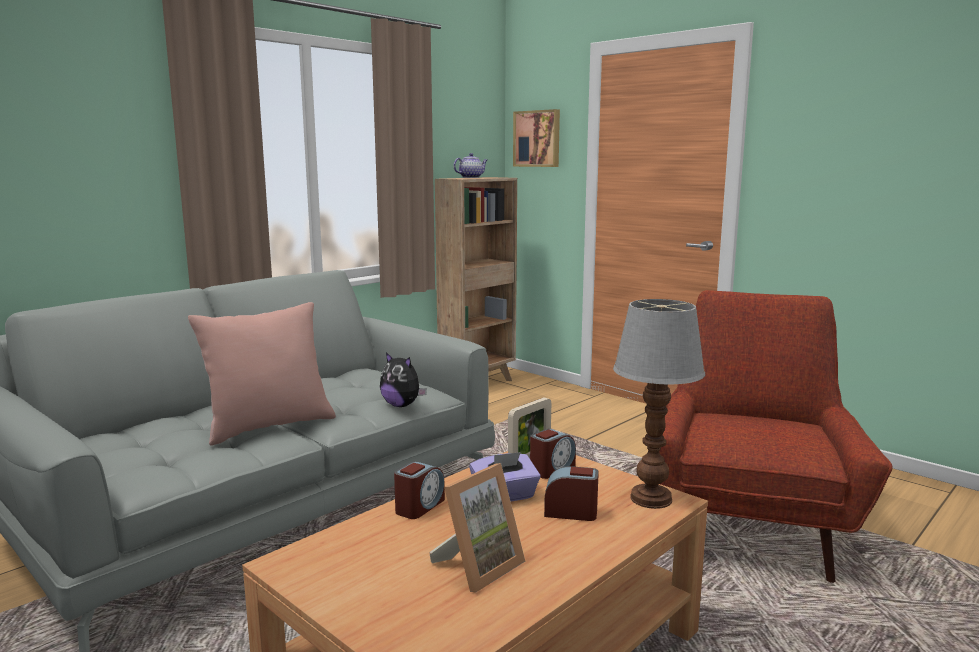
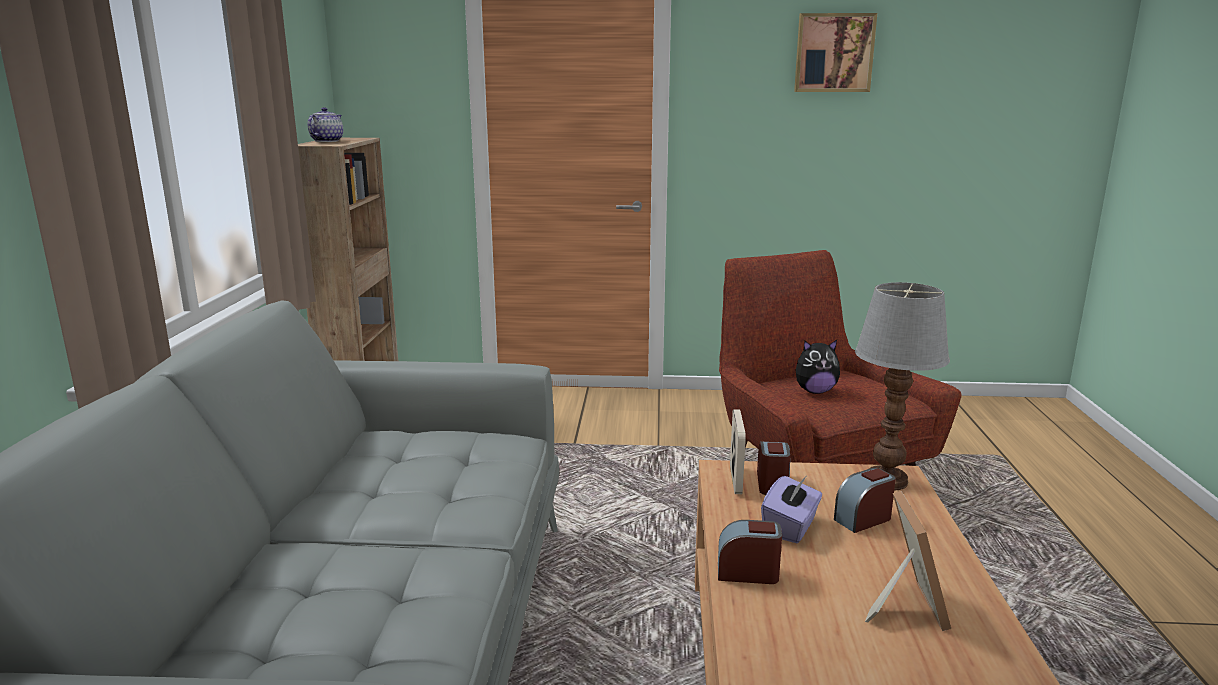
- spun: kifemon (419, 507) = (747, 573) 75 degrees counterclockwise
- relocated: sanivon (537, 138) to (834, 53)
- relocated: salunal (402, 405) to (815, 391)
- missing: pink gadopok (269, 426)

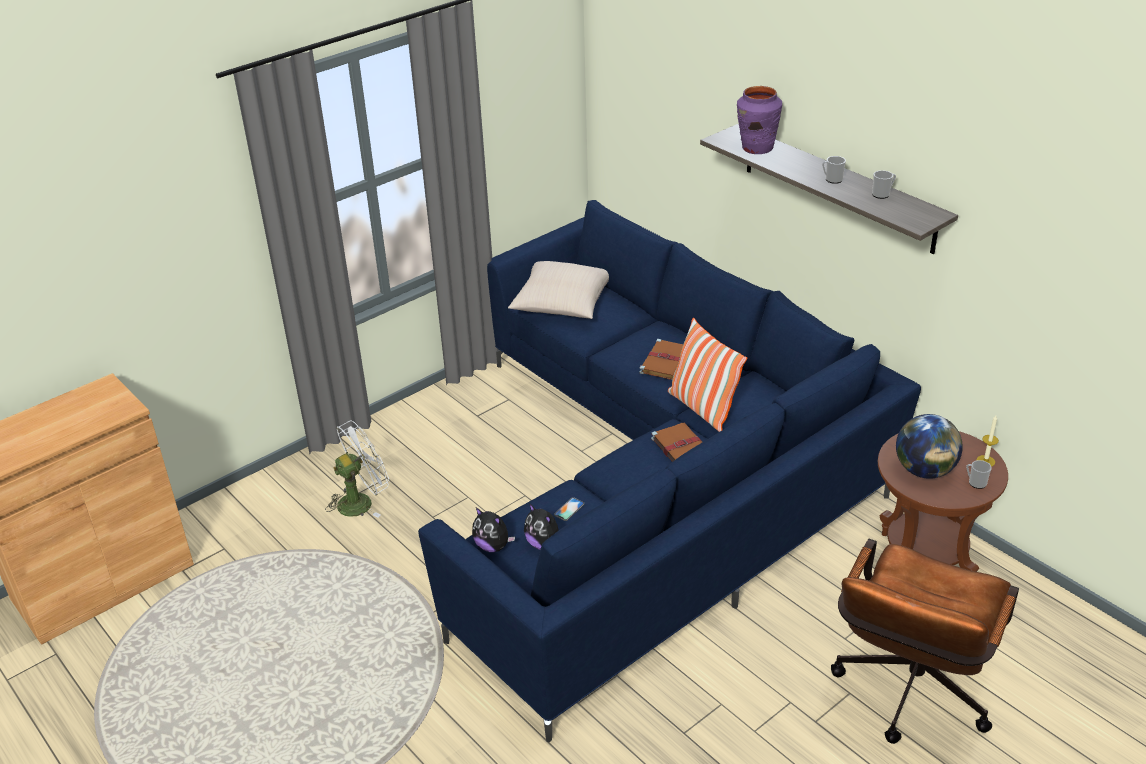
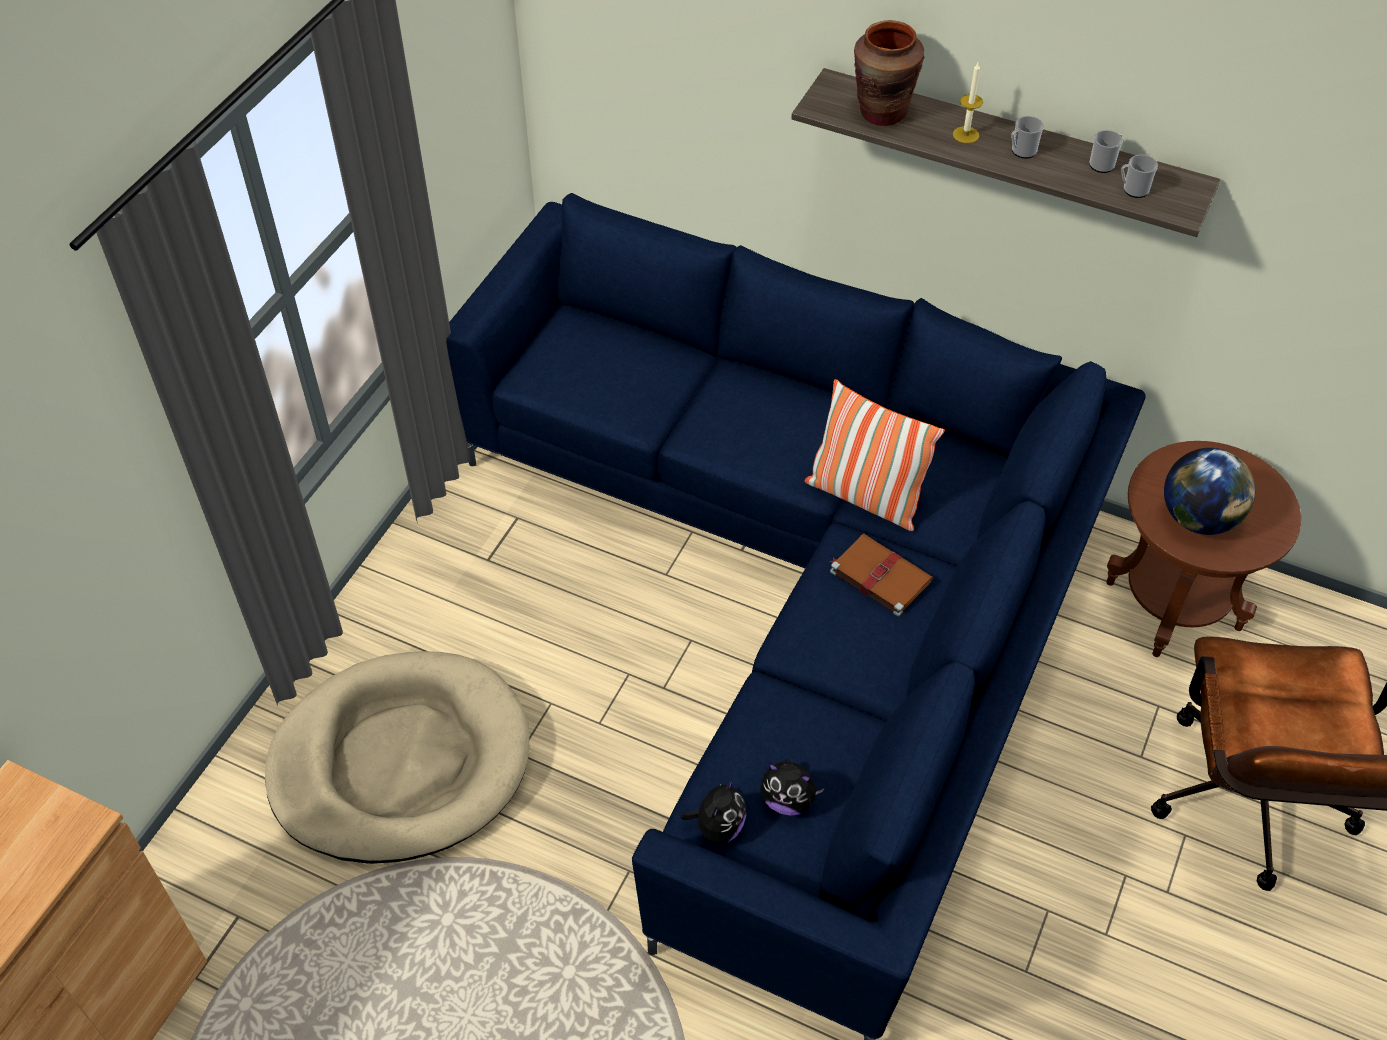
- exchanged: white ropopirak (361, 501) to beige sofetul (401, 762)
- spun: salunal (493, 546) = (718, 827) 75 degrees counterclockwise
- colour: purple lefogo (757, 148) to brown lefogo (882, 112)
- relocated: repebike (985, 461) to (966, 135)
- relocated: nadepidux (975, 482) to (1133, 189)
- missing: beige gadopok (563, 303)
- missing: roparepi (569, 509)
- missing: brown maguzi (665, 361)

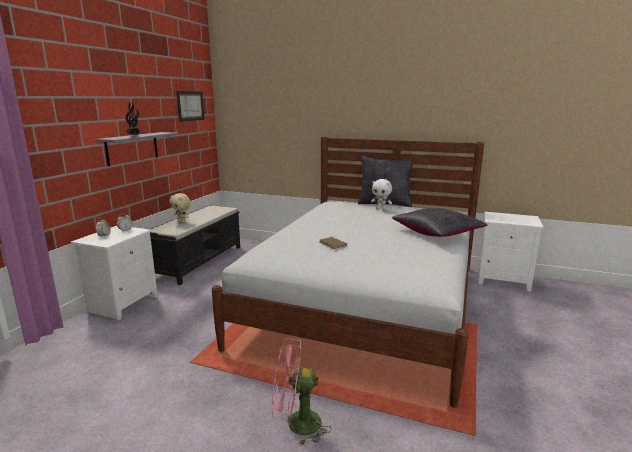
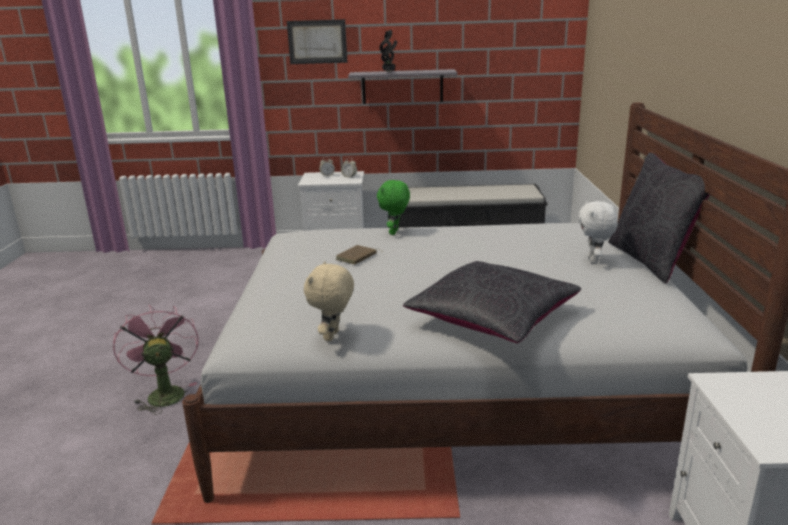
- relocated: sanivon (190, 106) to (317, 42)
- relocated: beige salunal (182, 222) to (333, 336)
- appeared: green salunal (395, 232)

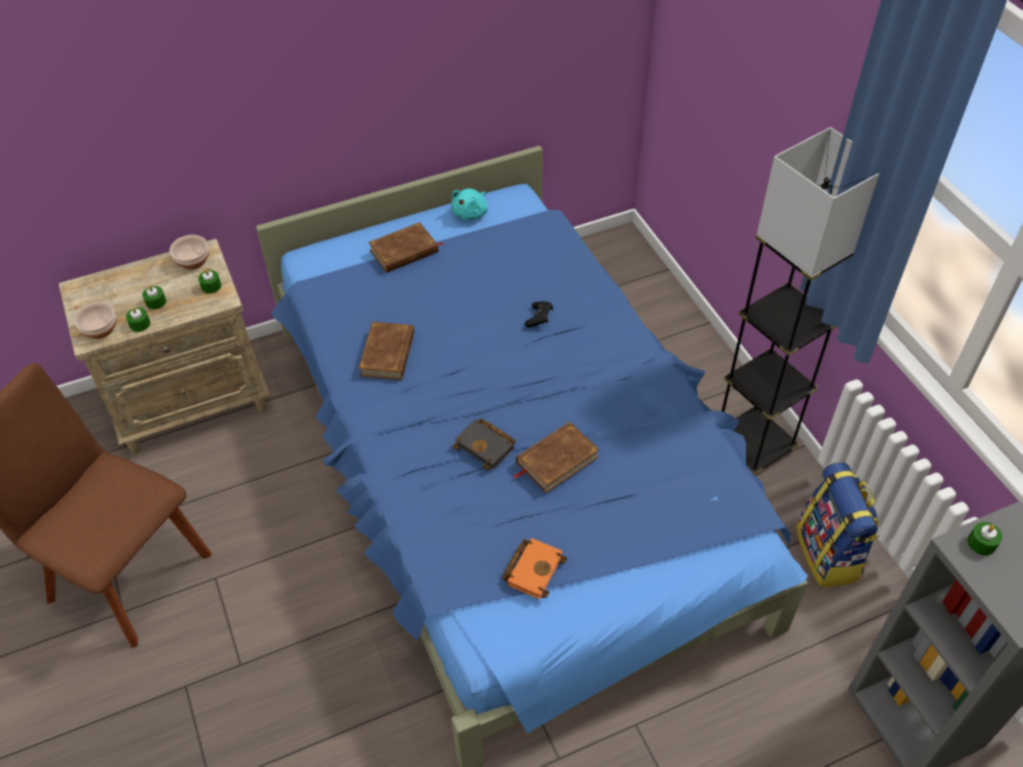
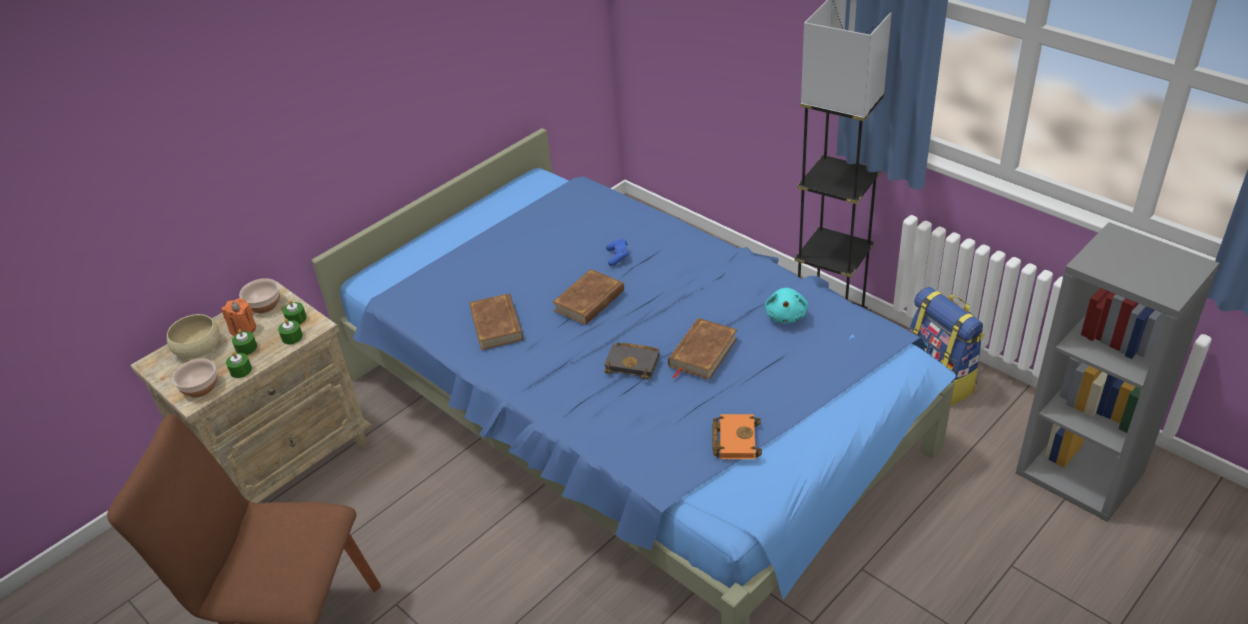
- appeared: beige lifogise (198, 347)
- appeared: orange repebike (243, 329)
- relocated: green repebike (981, 543) to (292, 337)
- relocated: brown maguzi (404, 251) to (590, 301)
- colour: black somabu (539, 318) to blue somabu (618, 257)
- relocated: turquoise salunal (471, 213) to (786, 315)

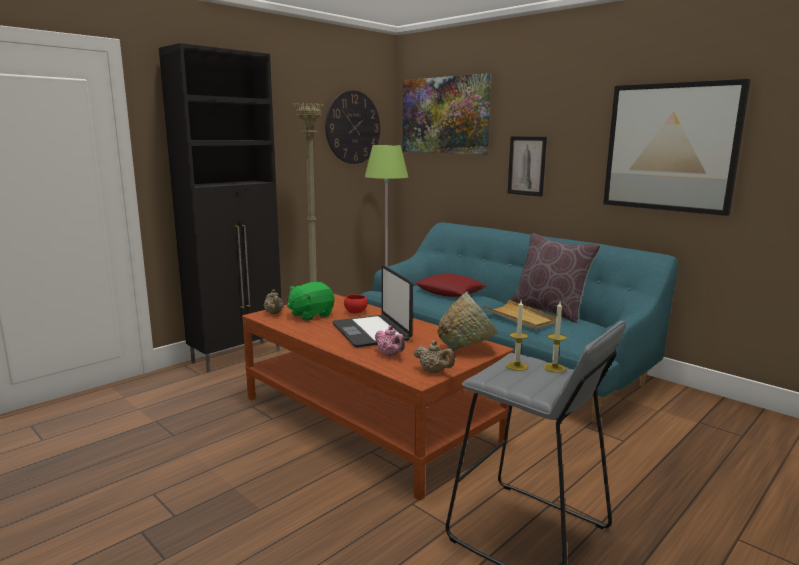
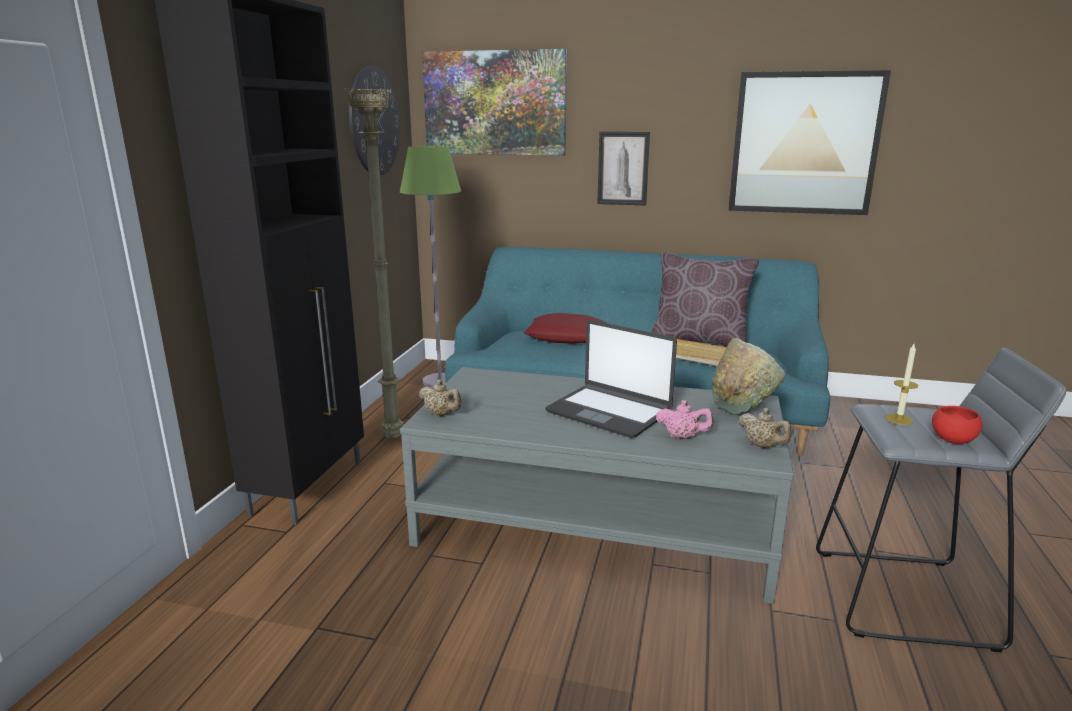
- colour: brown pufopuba (368, 419) to grey pufopuba (596, 524)
- spun: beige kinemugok (434, 371) = (762, 446) 45 degrees clockwise
- relocated: red lifogise (355, 312) to (953, 440)
- missing: green salunal (310, 315)
- missing: repebike (554, 368)

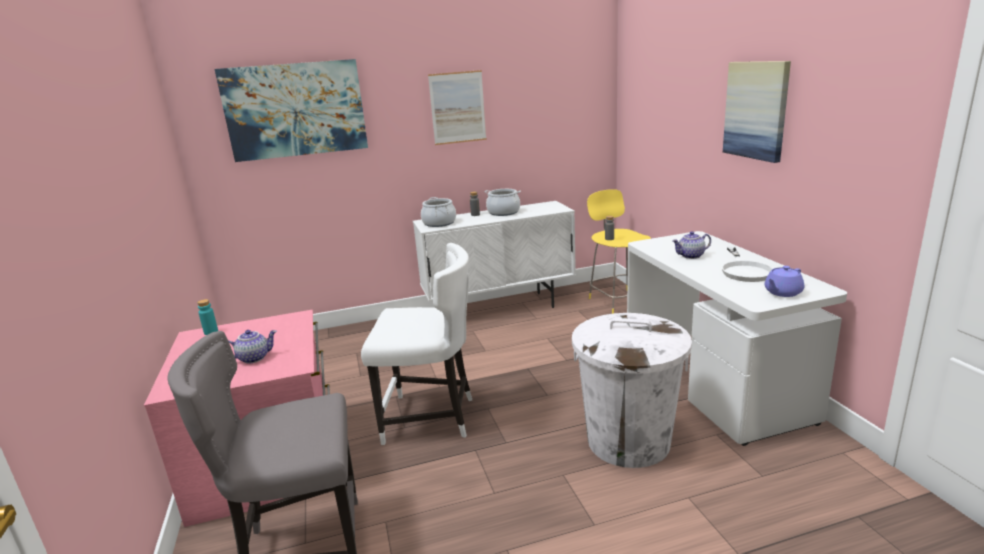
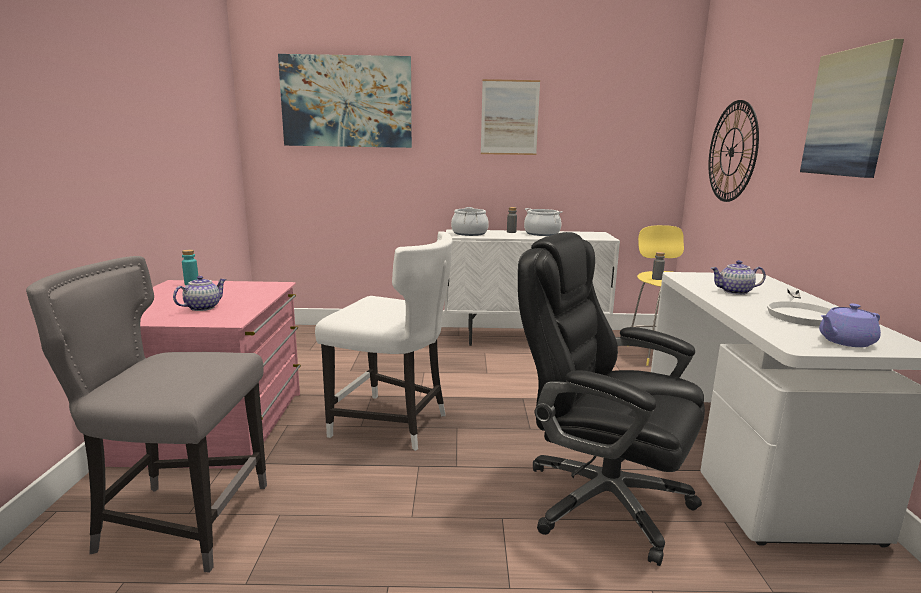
- spun: kinemugok (254, 358) = (202, 307) 45 degrees counterclockwise
- exchanged: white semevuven (628, 441) to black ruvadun (602, 500)
- appeared: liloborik (732, 152)

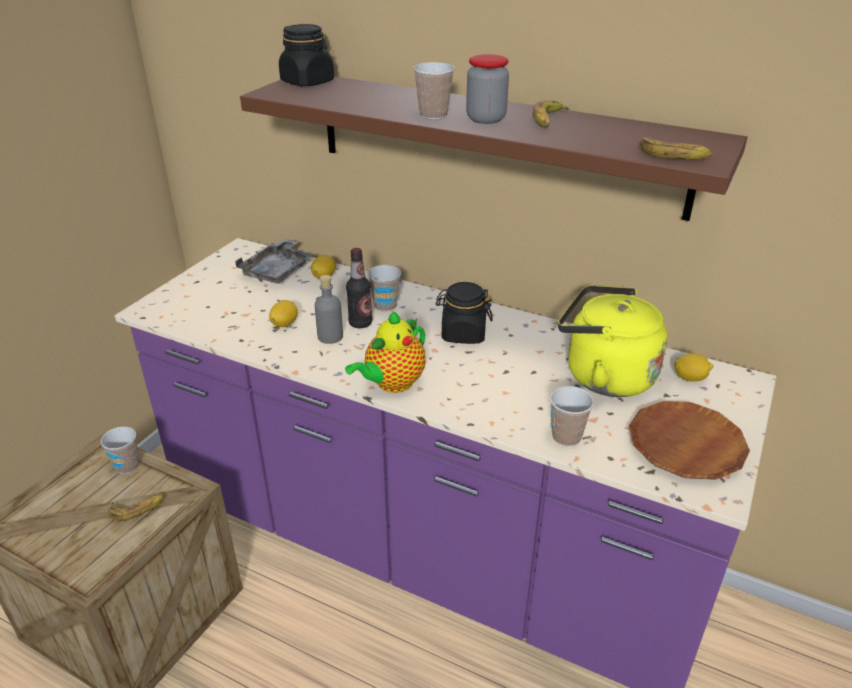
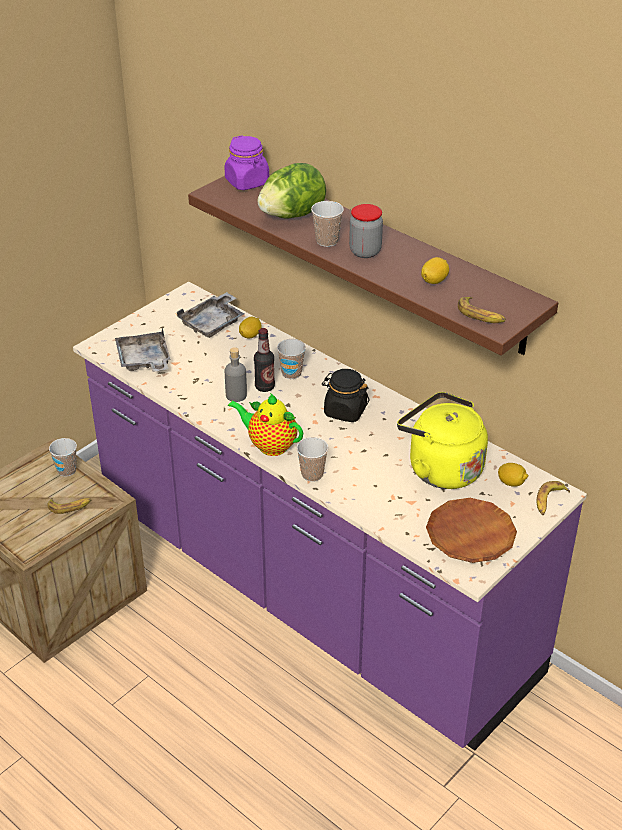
- appeared: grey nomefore (144, 361)
- colour: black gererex (308, 82) to purple gererex (247, 182)
- spun: kinemugok (392, 384) = (269, 445) 60 degrees clockwise
- appeared: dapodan (292, 215)
- relocated: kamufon (566, 437) to (312, 474)
- relocated: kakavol (285, 323) to (434, 280)
- relocated: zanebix (548, 120) to (549, 501)

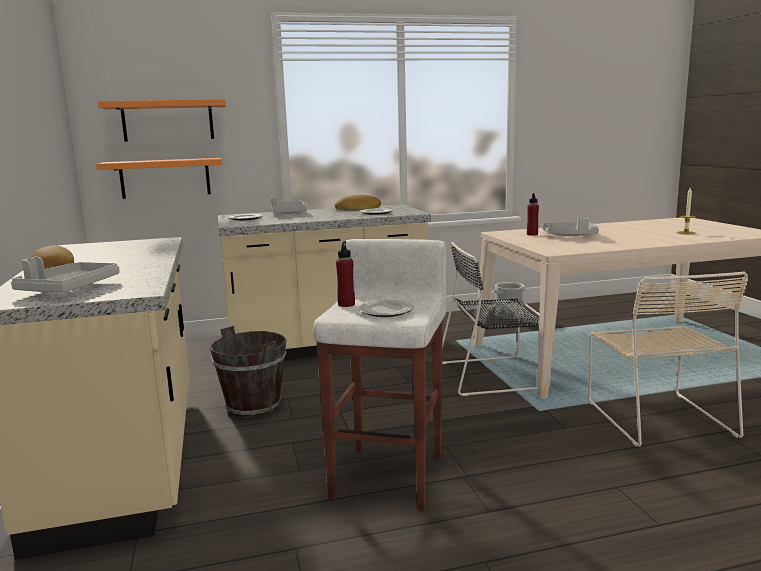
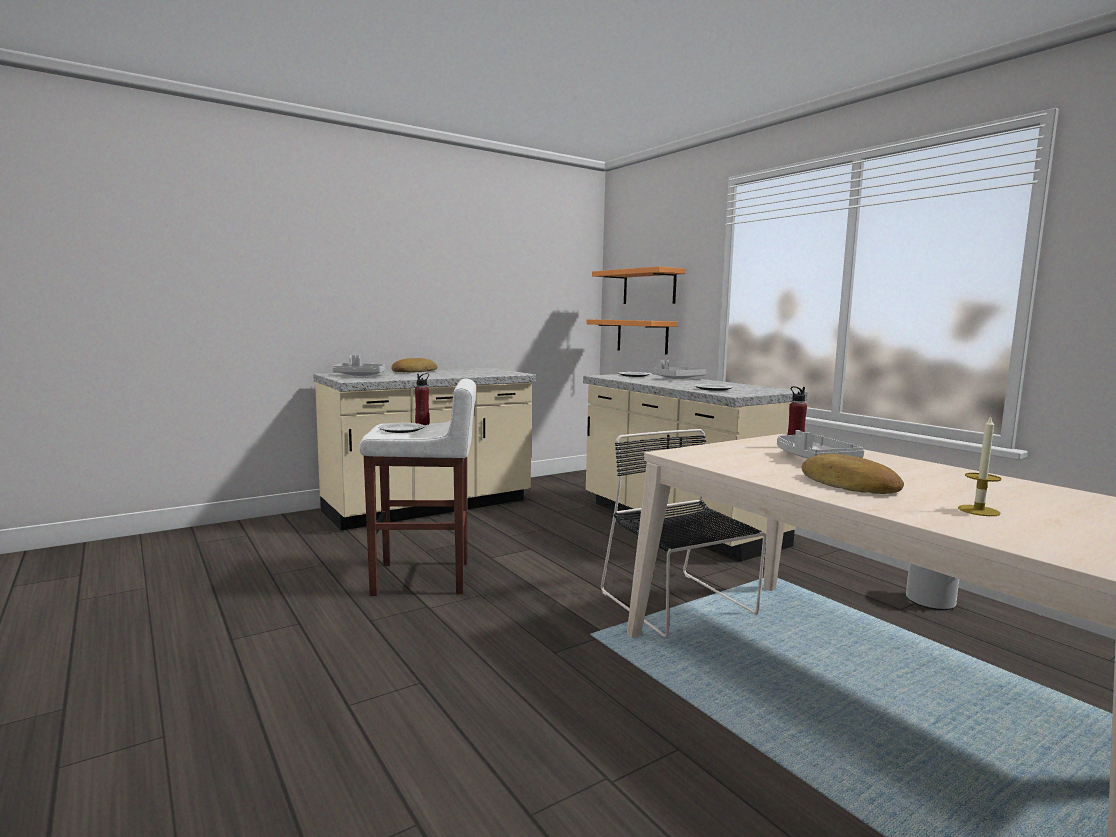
- relocated: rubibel (359, 208) to (848, 485)
- missing: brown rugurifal (254, 406)
- missing: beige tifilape (657, 416)

